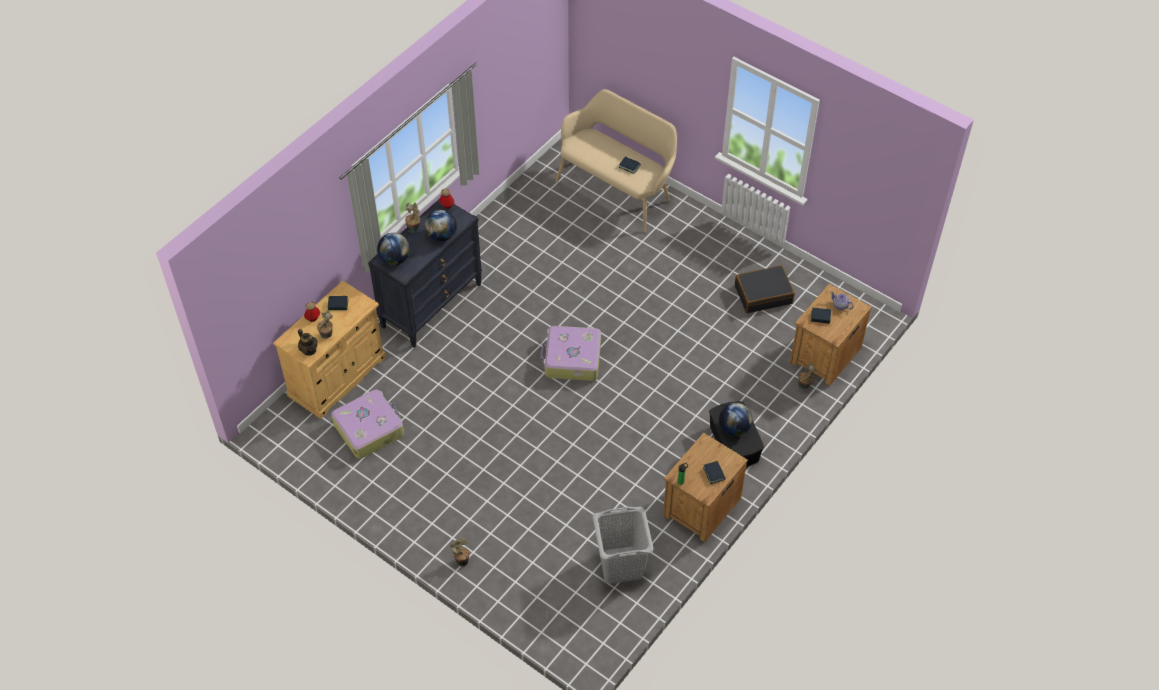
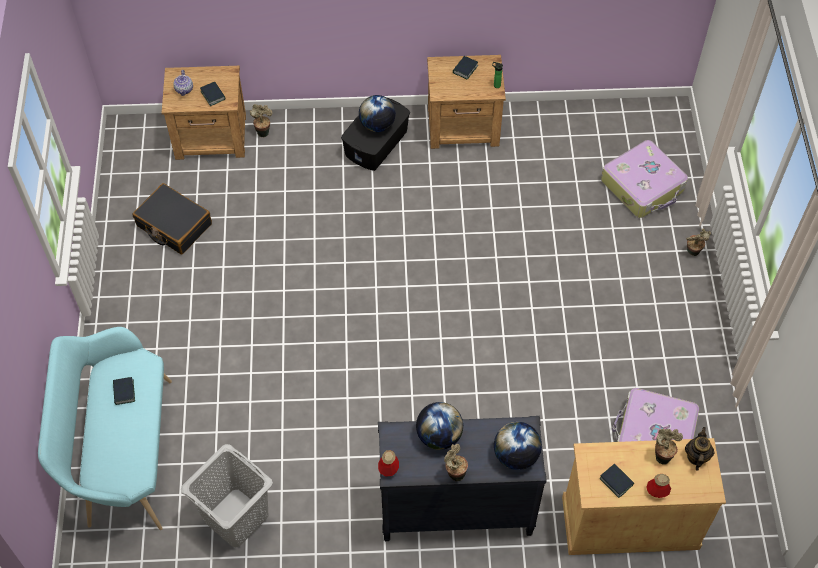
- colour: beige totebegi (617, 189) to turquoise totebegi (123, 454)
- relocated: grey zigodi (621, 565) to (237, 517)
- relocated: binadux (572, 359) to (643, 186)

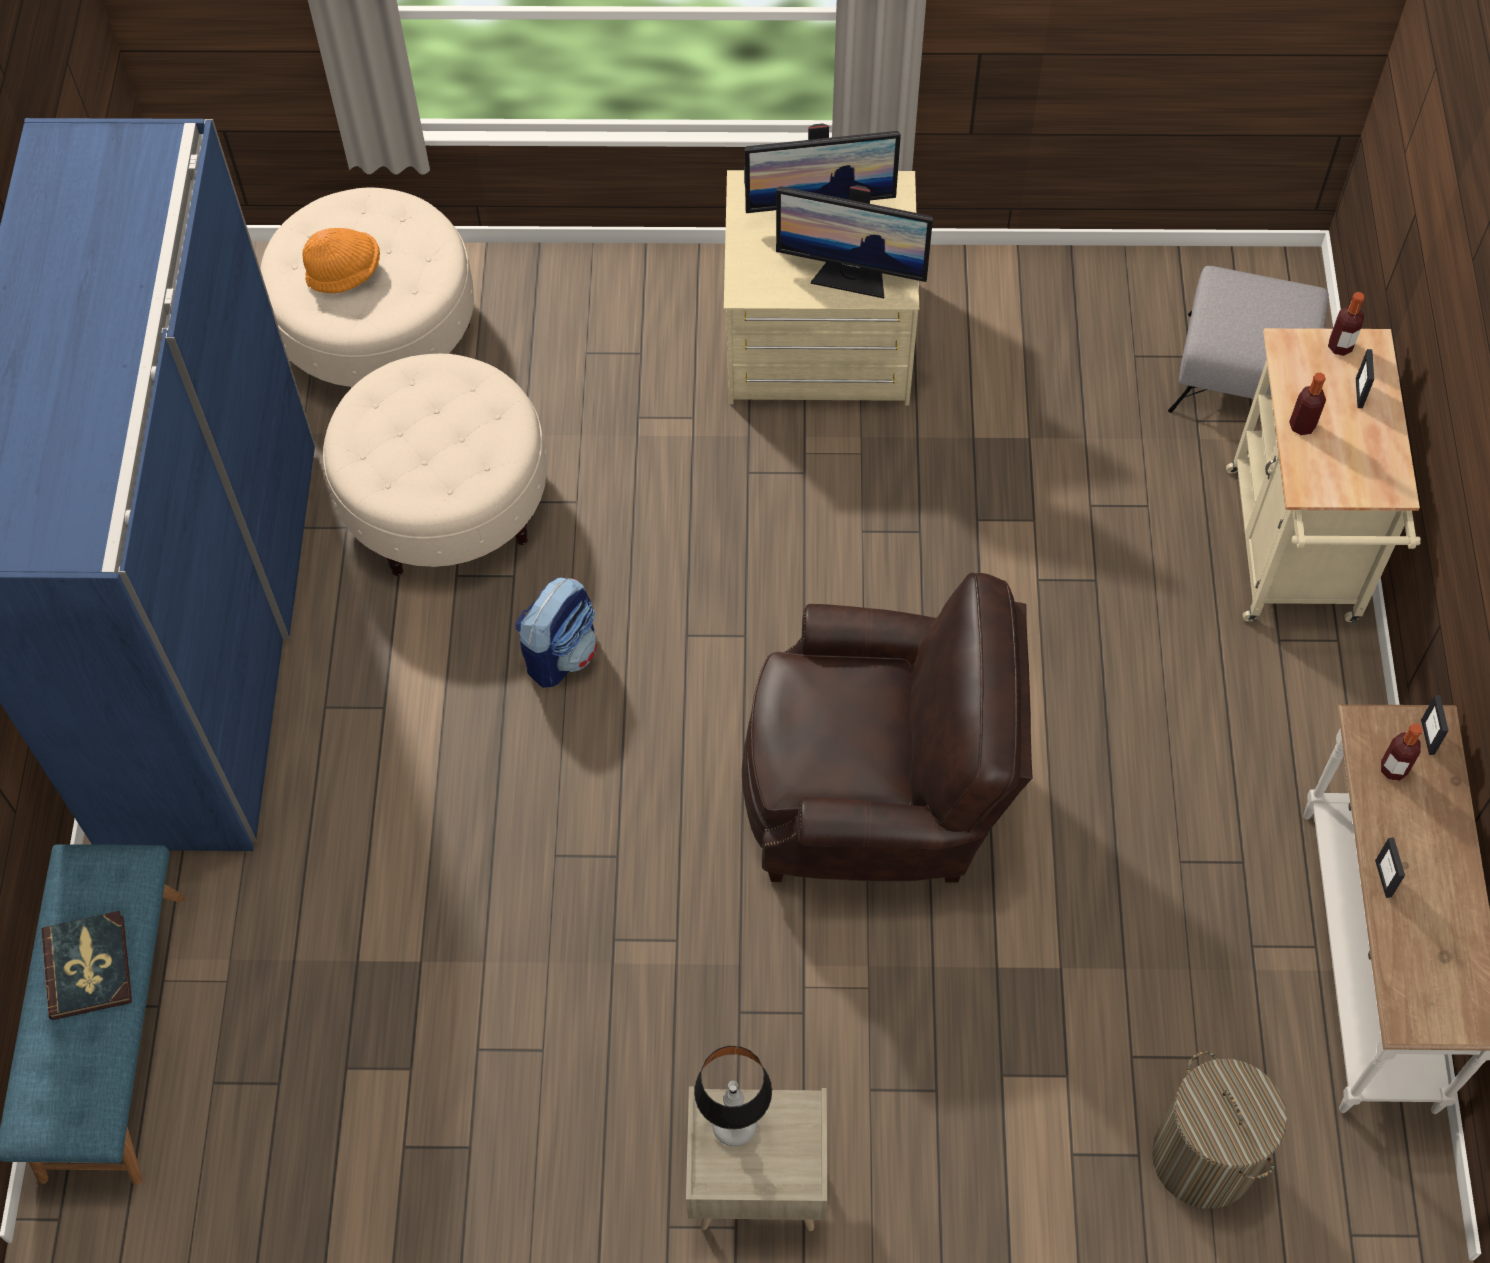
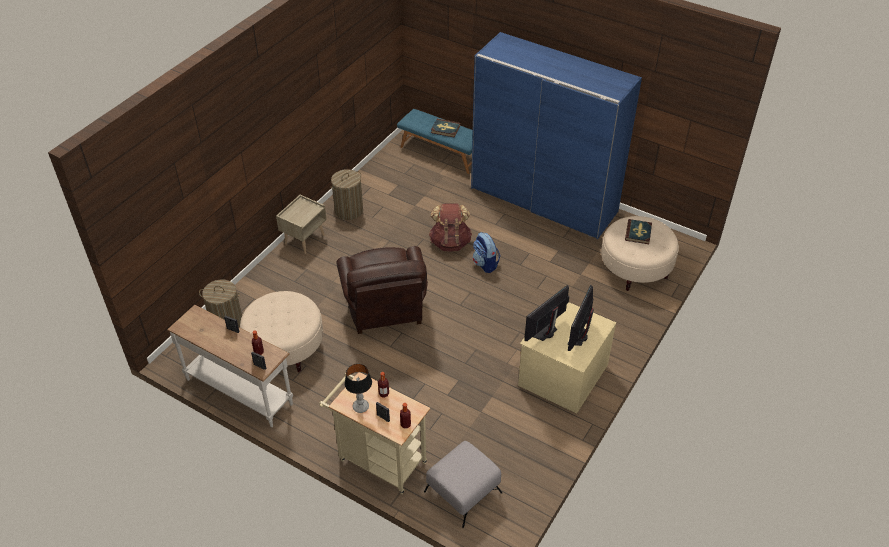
- relocated: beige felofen (446, 505) to (285, 348)
- appeared: zigodi (349, 210)
- spun: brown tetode (878, 793) = (385, 310) 45 degrees counterclockwise
- relocated: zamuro (735, 1125) to (360, 407)
- appeared: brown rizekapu (450, 242)
- exchanged: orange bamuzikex (345, 272) to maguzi (638, 233)

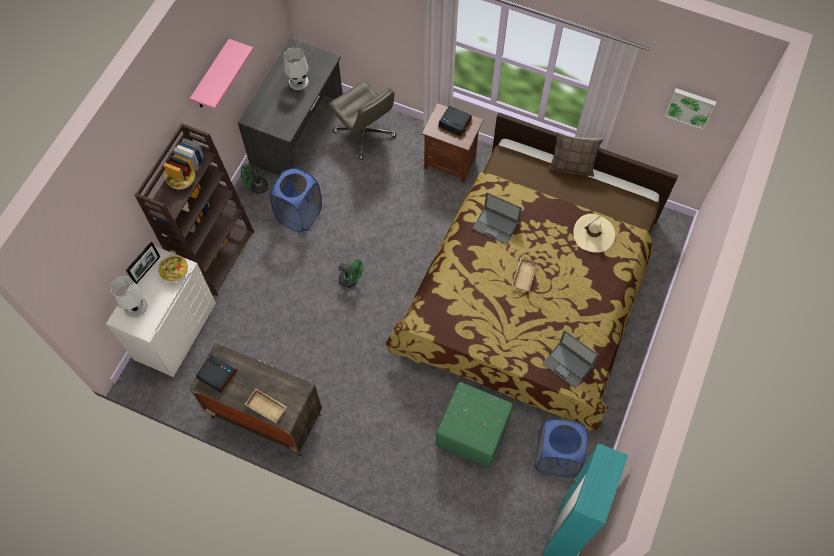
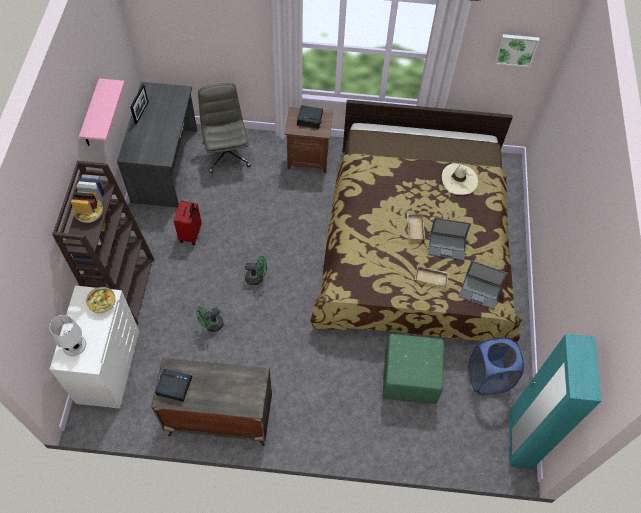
- relocated: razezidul (147, 270) to (141, 112)
- exchanged: blue zigodi (299, 215) to red binadux (191, 234)
- relocated: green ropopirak (256, 187) to (211, 325)
- spun: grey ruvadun (365, 134) = (226, 153) 135 degrees counterclockwise
- relocated: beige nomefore (267, 406) to (431, 277)
- relocated: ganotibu (496, 225) to (447, 246)
- missing: white zamuro (298, 81)
- missing: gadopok (571, 167)

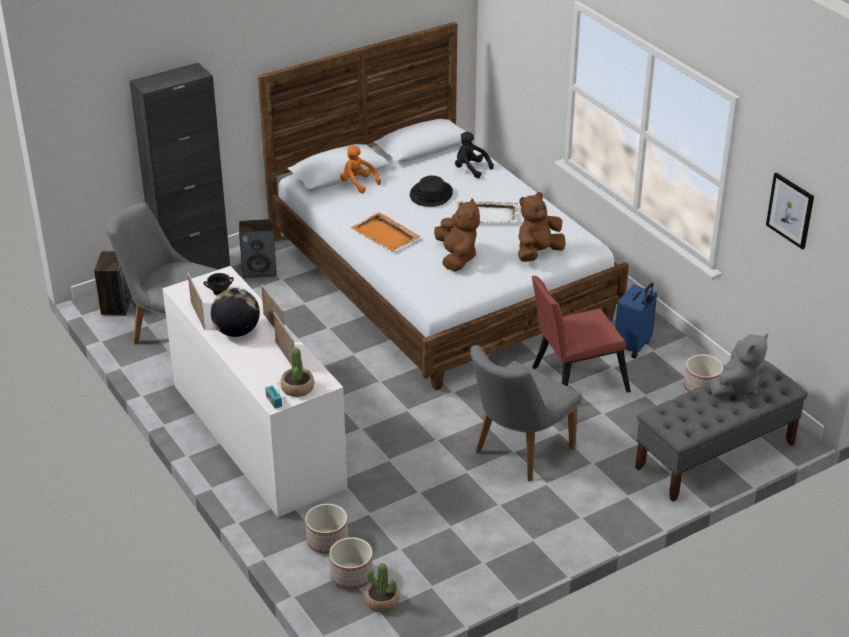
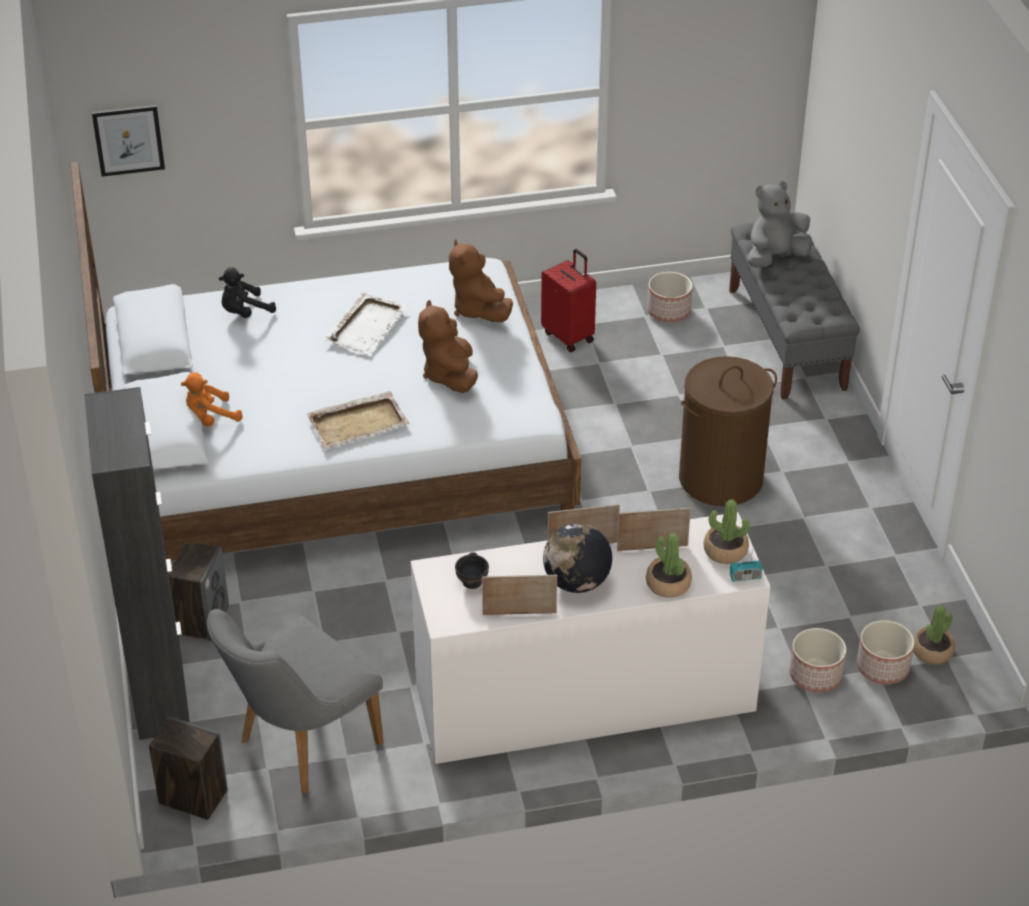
- relocated: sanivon (790, 210) to (128, 140)
- colour: orange nomefore (385, 235) to beige nomefore (359, 422)
- spun: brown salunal (456, 257) = (450, 375) 105 degrees counterclockwise
- colour: blue binadux (633, 346) to red binadux (569, 336)
- appeared: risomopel (668, 584)
- exchanged: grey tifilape (517, 453) to brown zigodi (720, 479)
- spun: grey salunal (736, 387) = (775, 257) 90 degrees counterclockwise
- missing: black bamuzikex (431, 194)
- missing: red tifilape (574, 380)

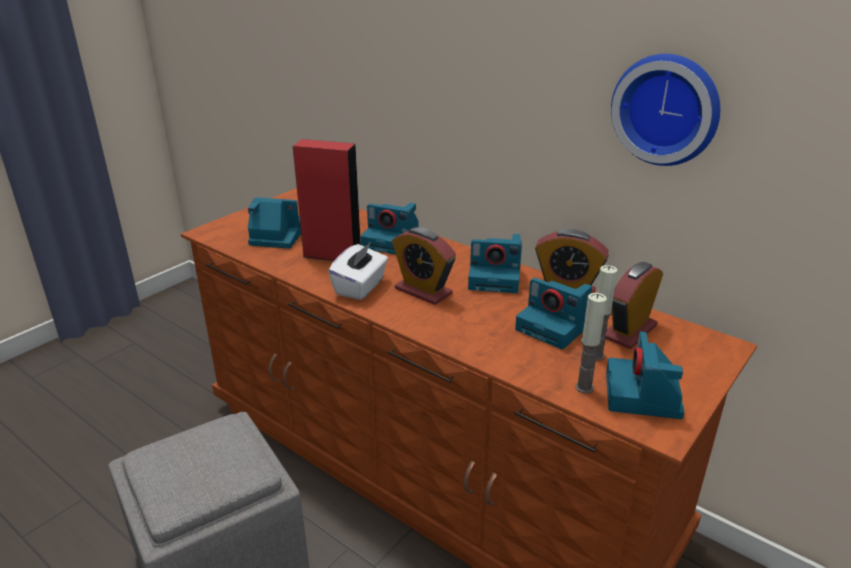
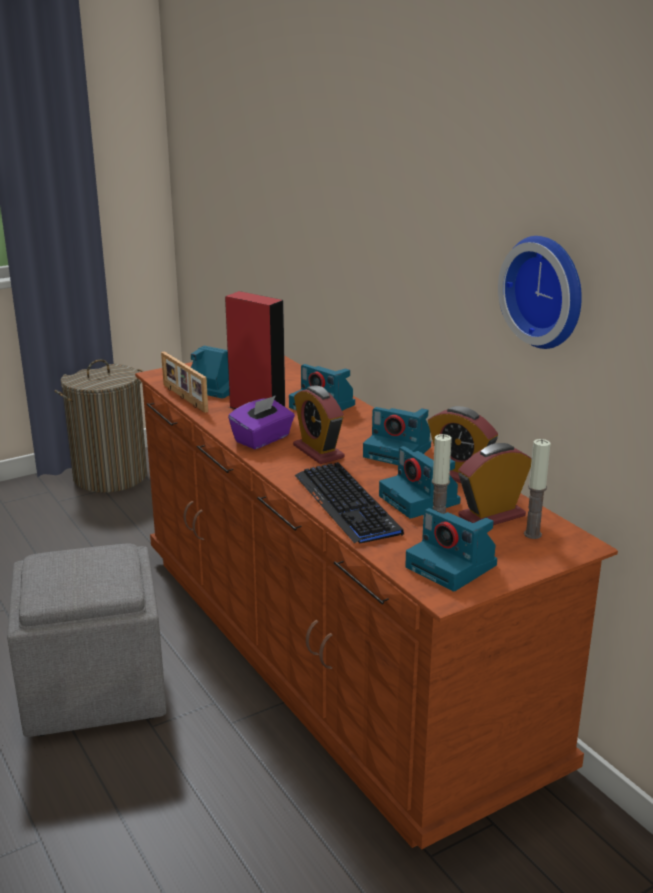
- appeared: zigodi (110, 476)
- appeared: razezidul (183, 398)
- colour: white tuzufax (360, 287) to purple tuzufax (262, 439)
- appeared: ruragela (347, 504)
- spun: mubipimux (643, 396) = (453, 566) 75 degrees counterclockwise
- relocated: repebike (584, 387) to (532, 534)

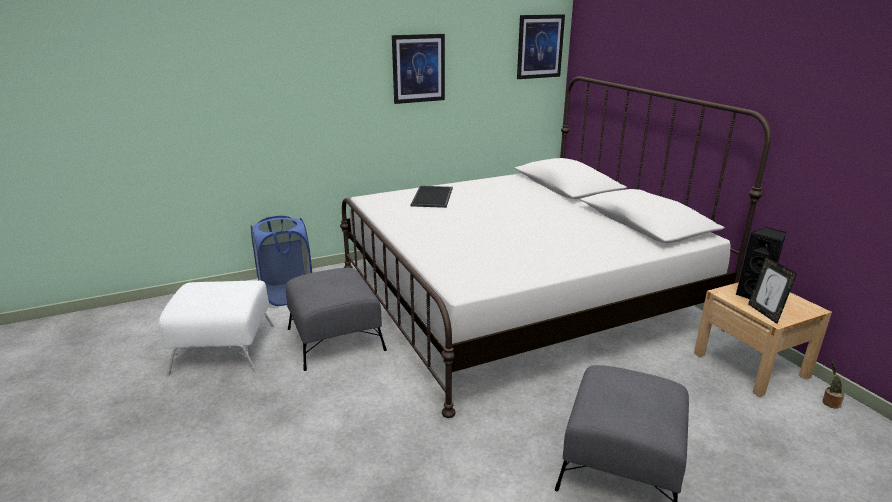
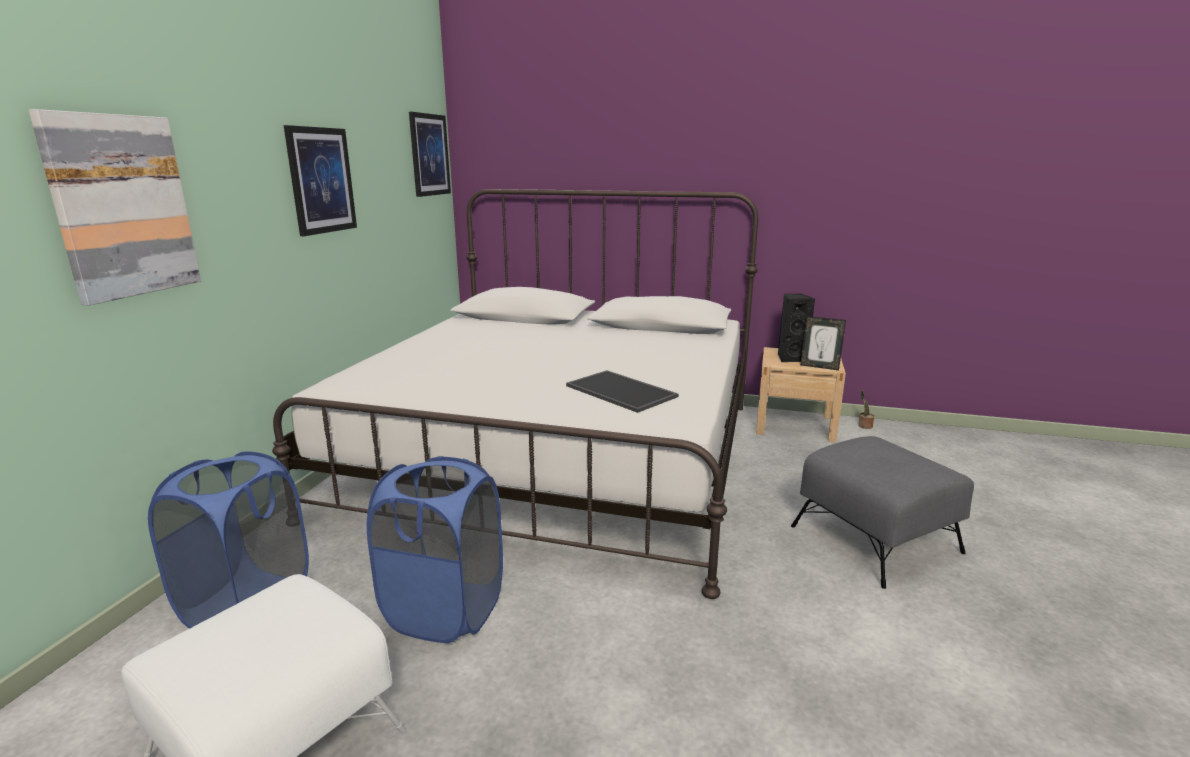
- appeared: sanivon (122, 206)
- exchanged: grey felofen (335, 339) to blue zigodi (445, 610)
- relocated: nomefore (433, 197) to (622, 391)

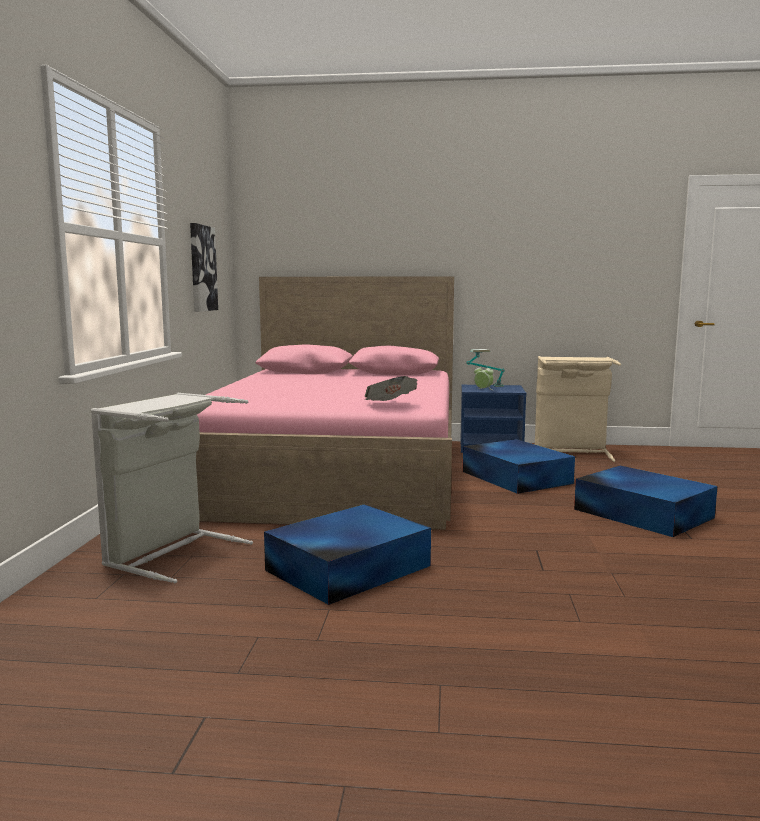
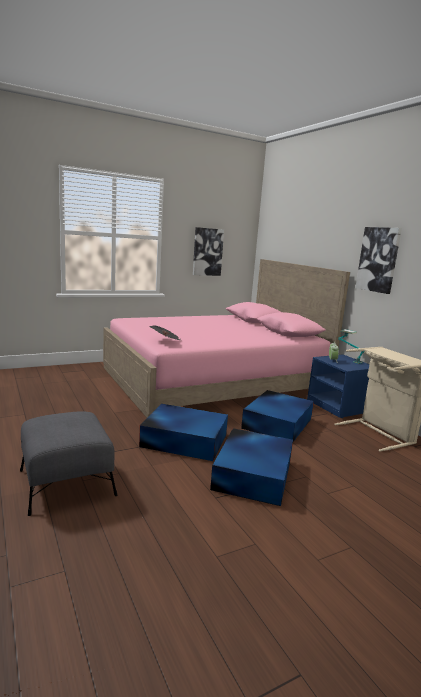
- appeared: grey felofen (66, 483)
- relocated: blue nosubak (346, 568) to (183, 440)
- appeared: sanivon (378, 259)
- missing: grey zigodi (169, 552)

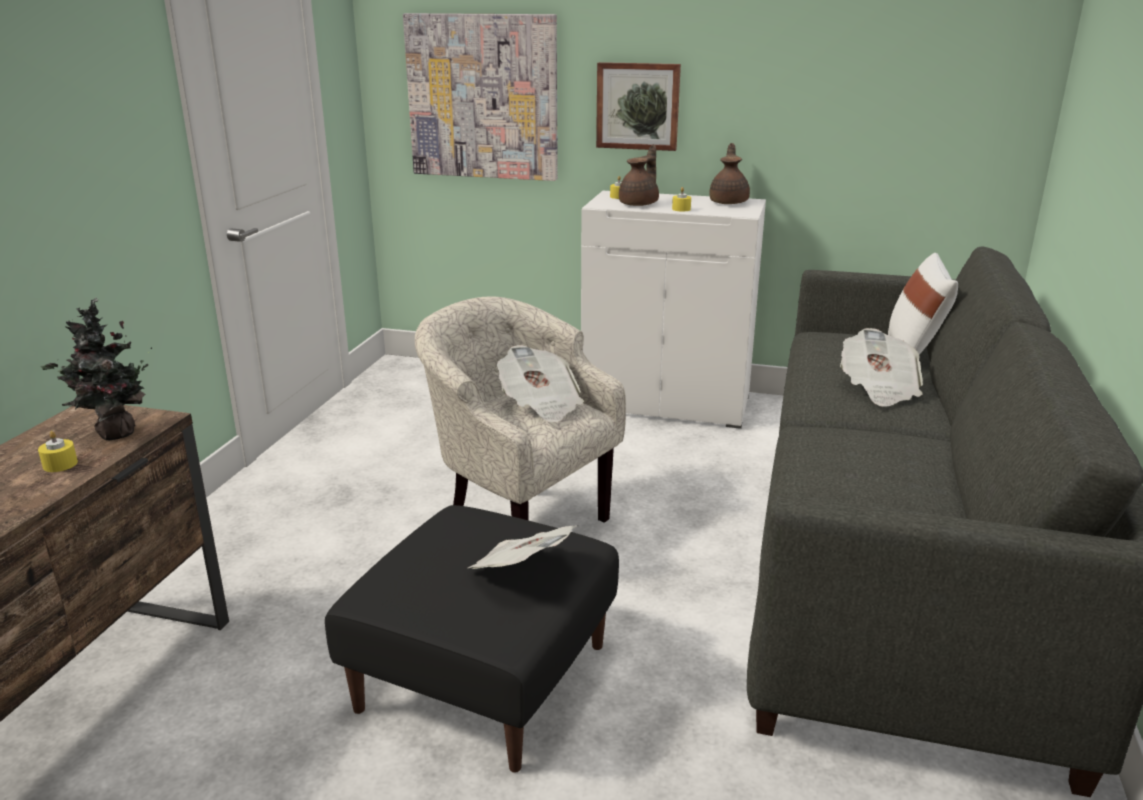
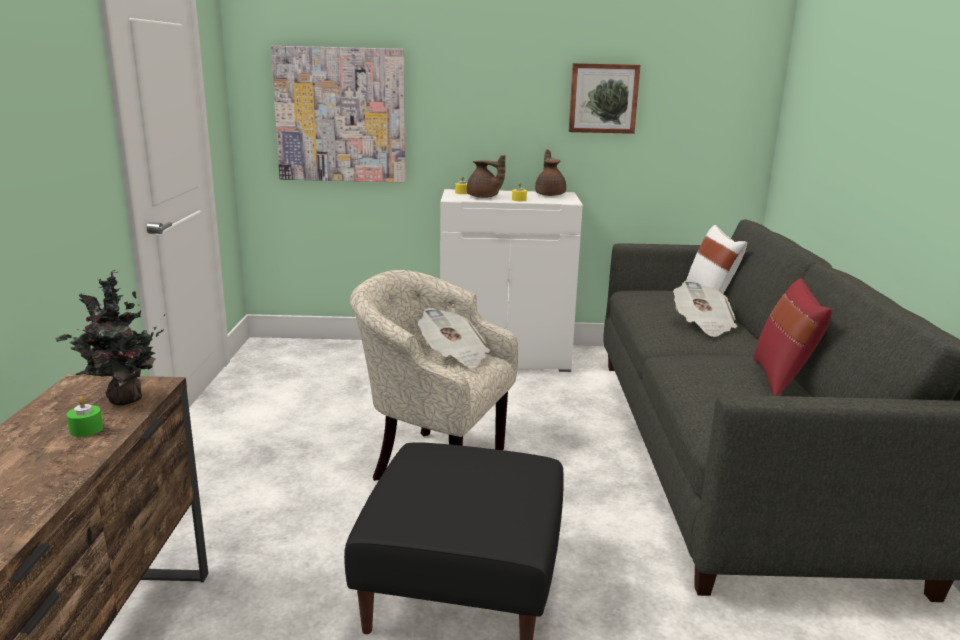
- colour: yellow repebike (60, 464) to green repebike (86, 429)
- spun: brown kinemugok (640, 204) = (484, 197) 105 degrees clockwise
- relocated: sanivon (638, 106) to (603, 98)
- appeared: red gadopok (782, 379)
- missing: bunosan (522, 572)

